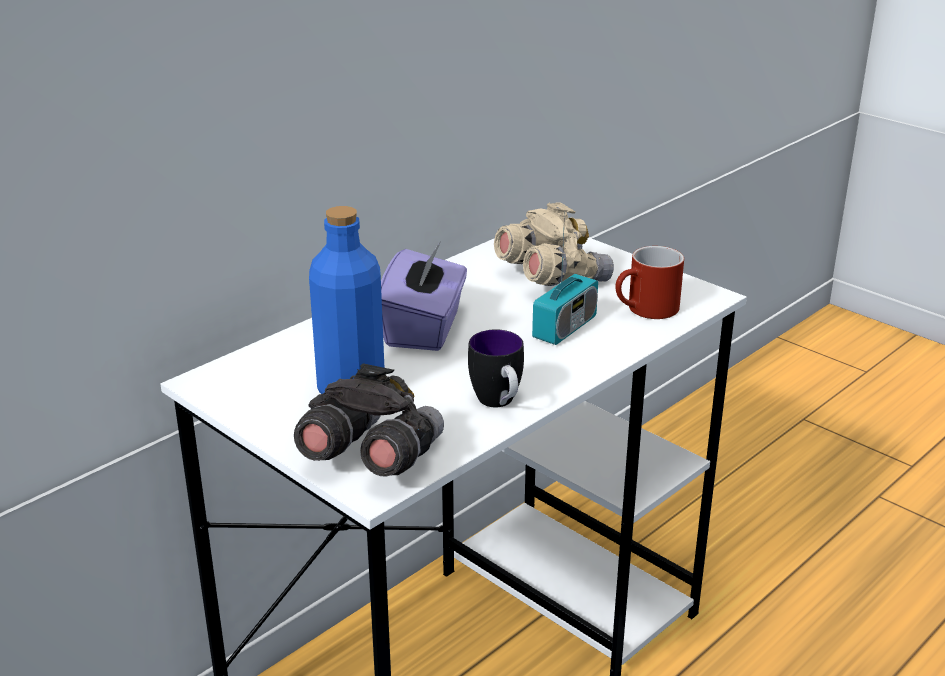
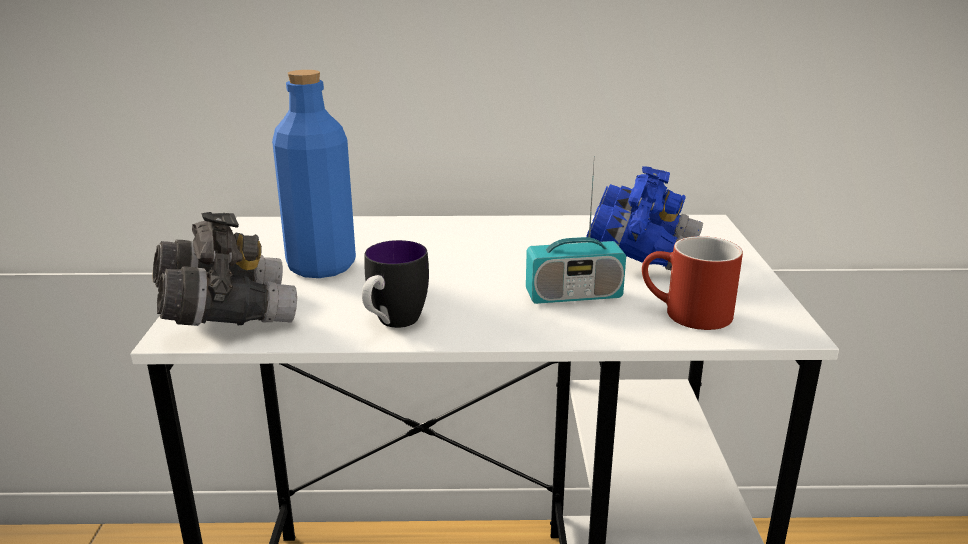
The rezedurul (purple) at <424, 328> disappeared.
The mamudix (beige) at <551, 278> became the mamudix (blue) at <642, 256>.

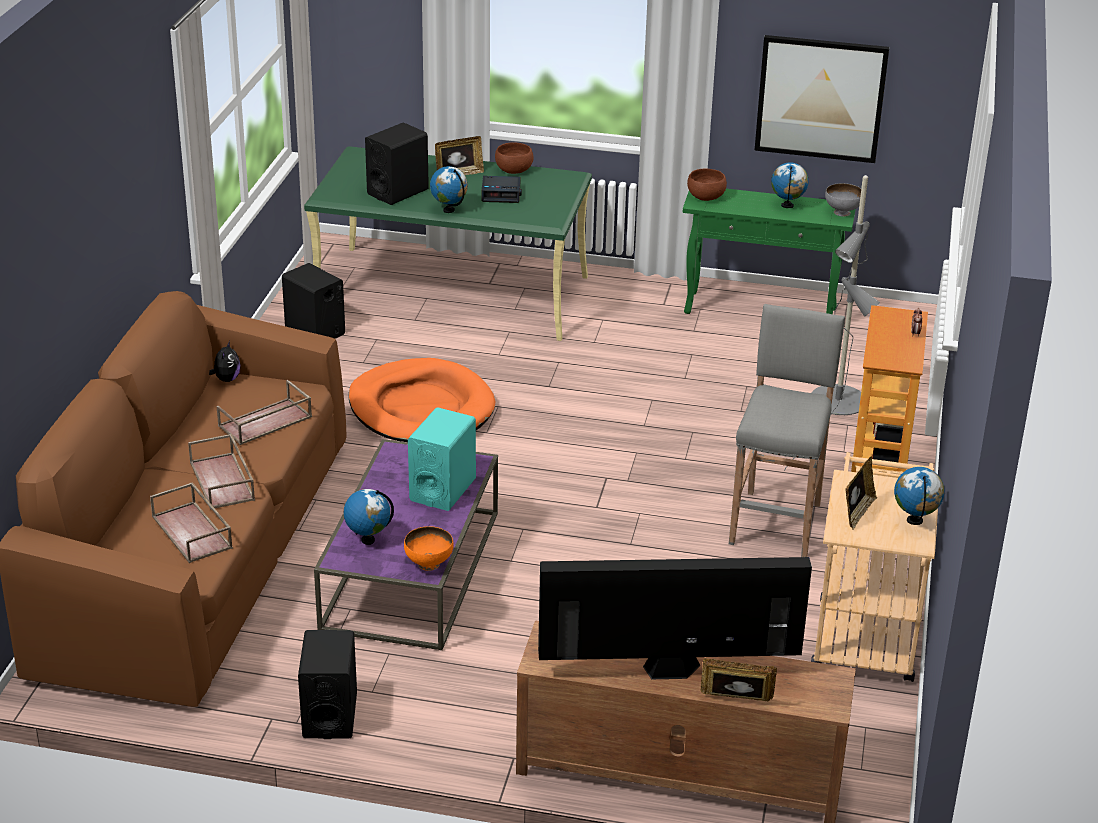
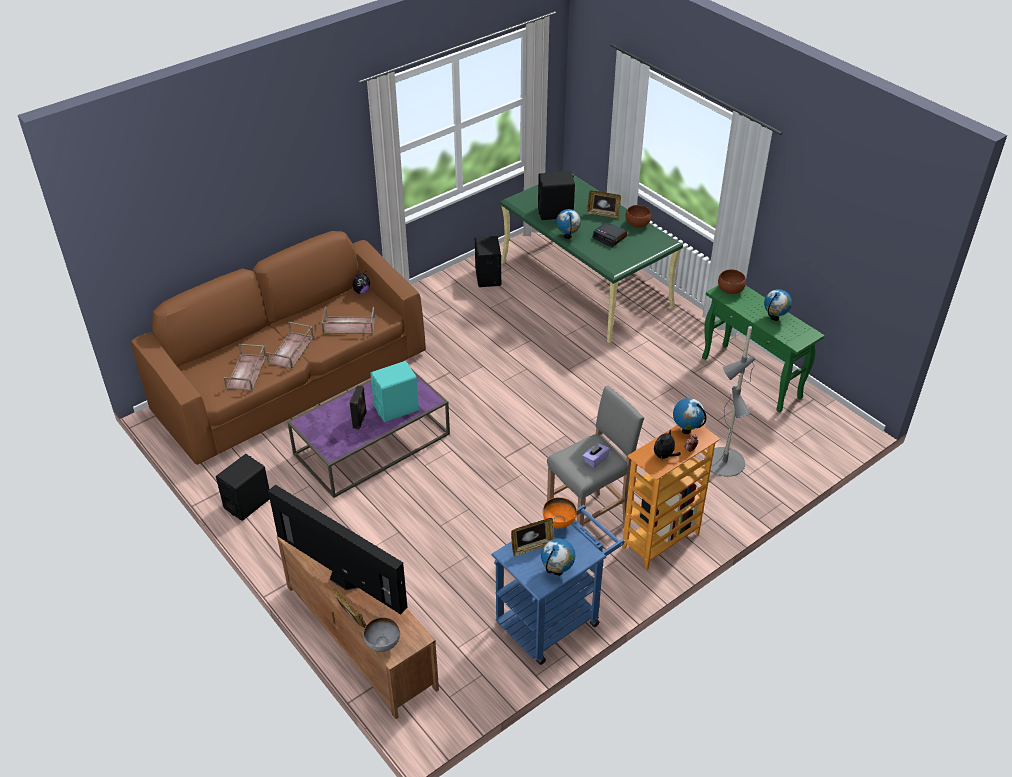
The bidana moved from <368, 540> to <686, 430>.
The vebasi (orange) at <421, 408> disappeared.
The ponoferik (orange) moved from <428, 564> to <558, 523>.
The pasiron at <820, 98> disappeared.
The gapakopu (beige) at <866, 631> became the gapakopu (blue) at <554, 618>.
The ponoferik (grey) moved from <842, 212> to <383, 645>.
The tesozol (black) at <360, 420> appeared.
The rezedurul (purple) at <595, 460> appeared.
The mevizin at <664, 456> appeared.

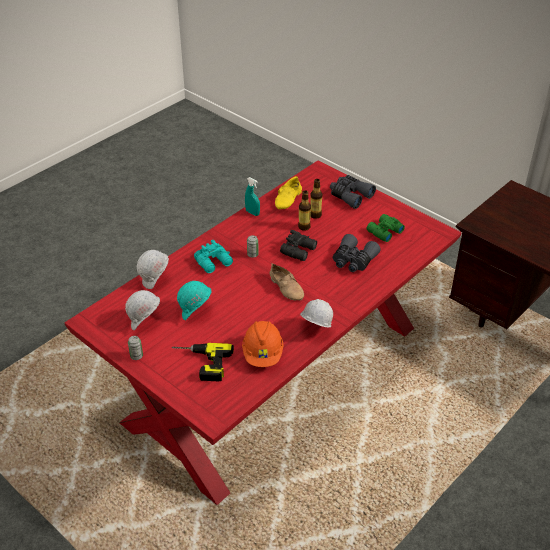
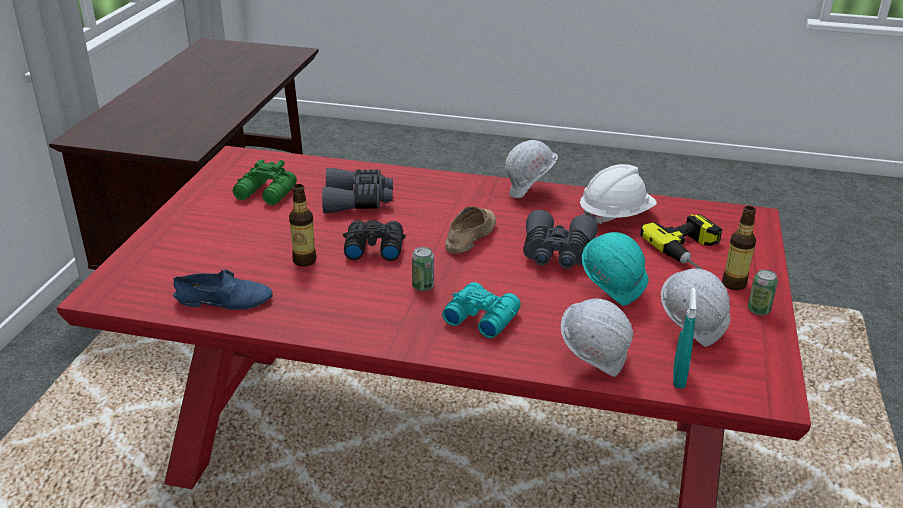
The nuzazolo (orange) at <263, 354> became the nuzazolo (white) at <615, 216>.
The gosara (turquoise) moved from <252, 213> to <679, 378>.
The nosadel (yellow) at <289, 199> became the nosadel (blue) at <224, 299>.
The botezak moved from <315, 215> to <733, 284>.
The mamudix (grey) moved from <350, 195> to <557, 253>.

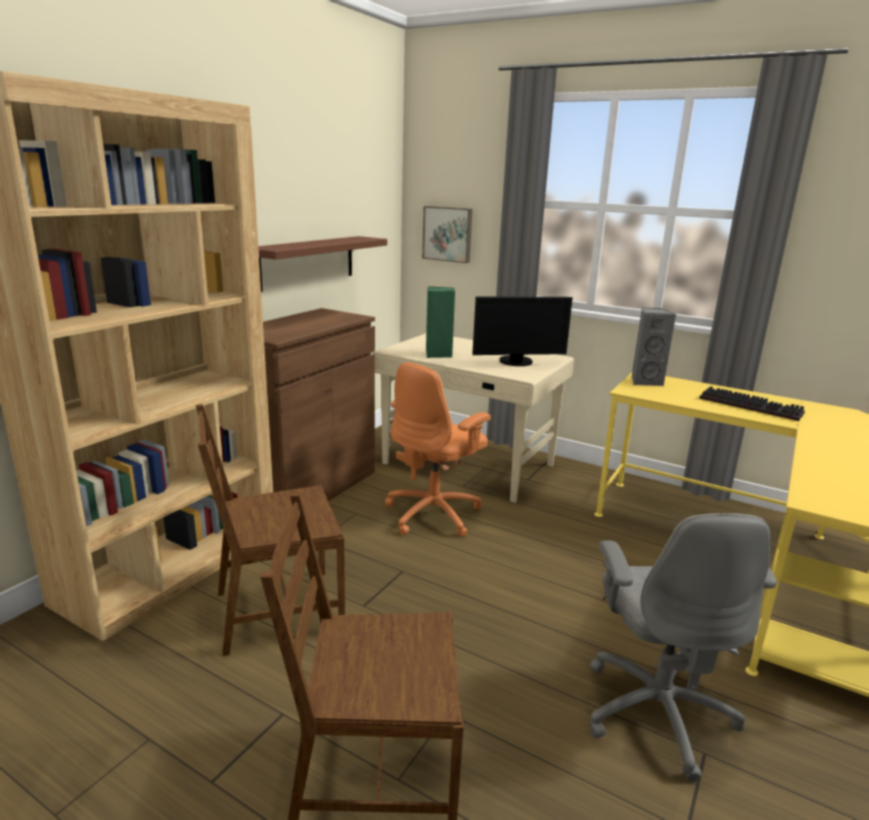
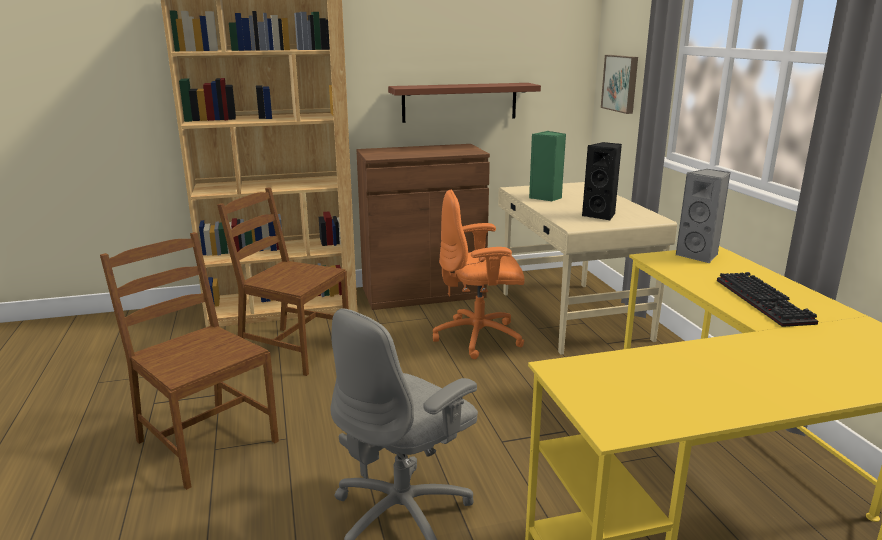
The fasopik at <517, 362> was replaced by the tesozol (black) at <601, 215>.

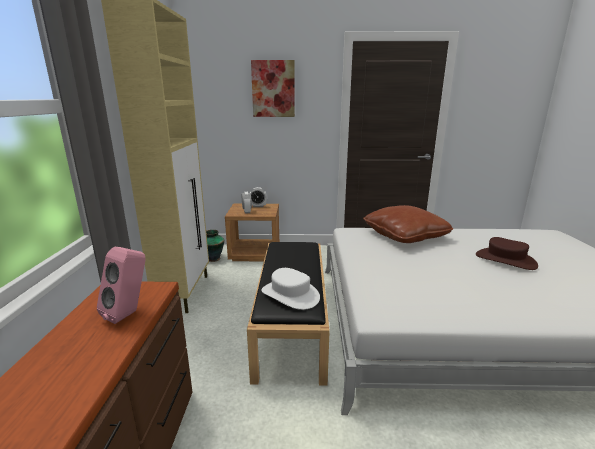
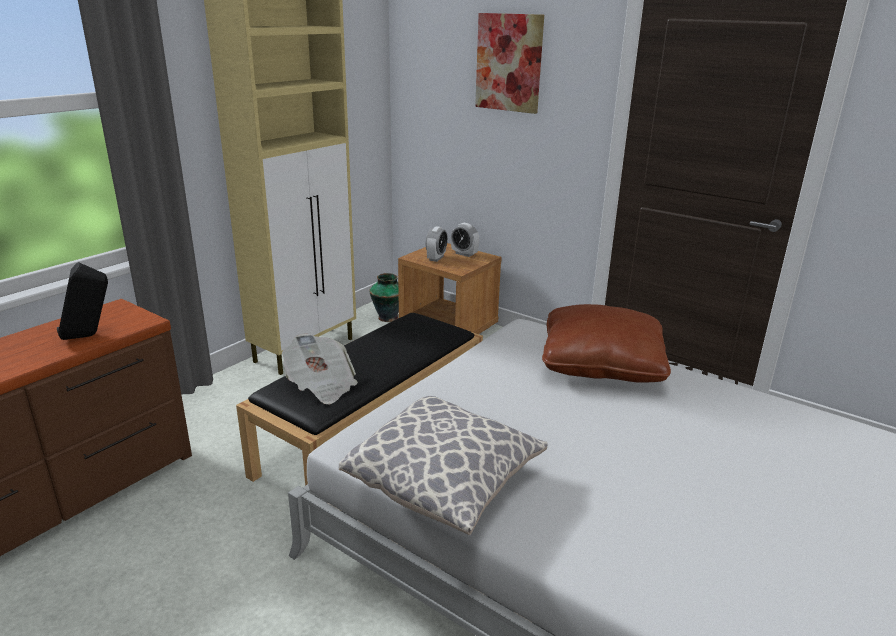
The tesozol (pink) at <129, 313> became the tesozol (black) at <89, 336>.
The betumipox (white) at <290, 294> was replaced by the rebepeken at <321, 385>.
The betumipox (brown) at <505, 260> disappeared.
The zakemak at <445, 482> appeared.

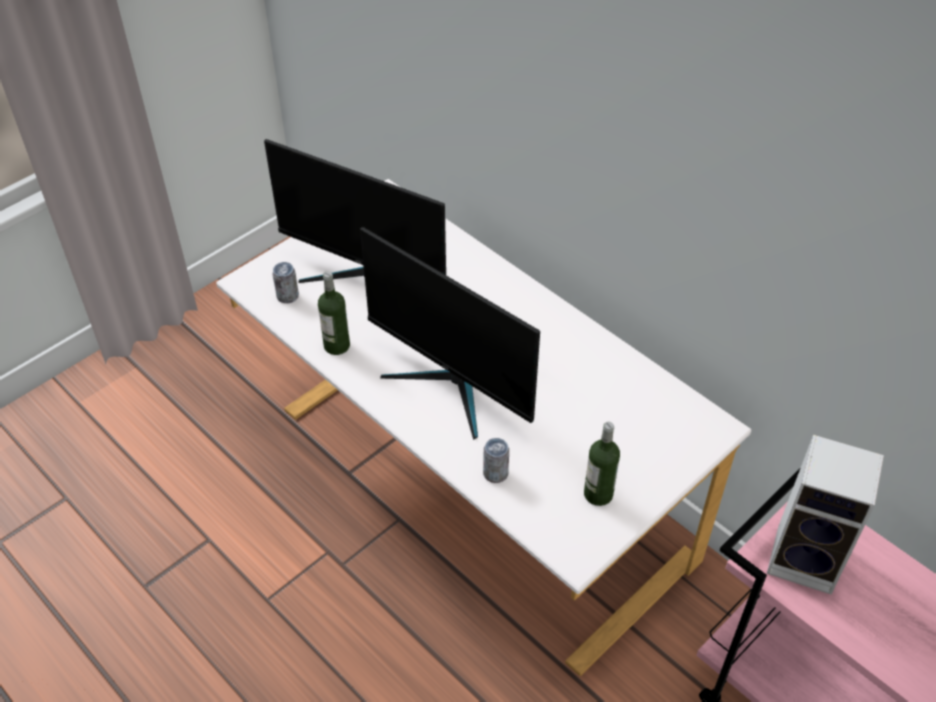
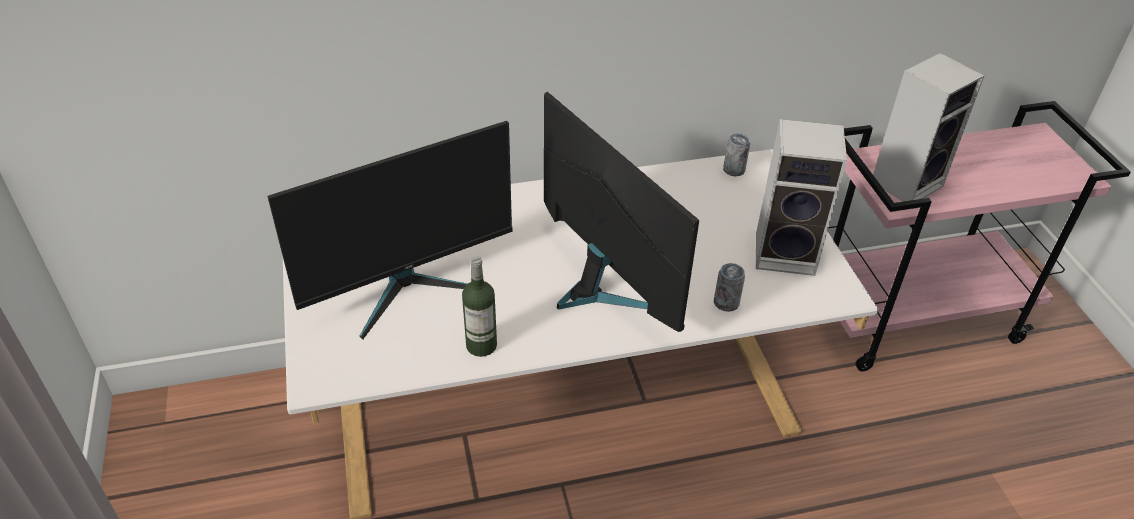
The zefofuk moved from <287, 296> to <734, 170>.
The fasopik at <452, 385> turned 105 degrees counterclockwise.
The botezak at <598, 494> was replaced by the tesozol at <787, 253>.

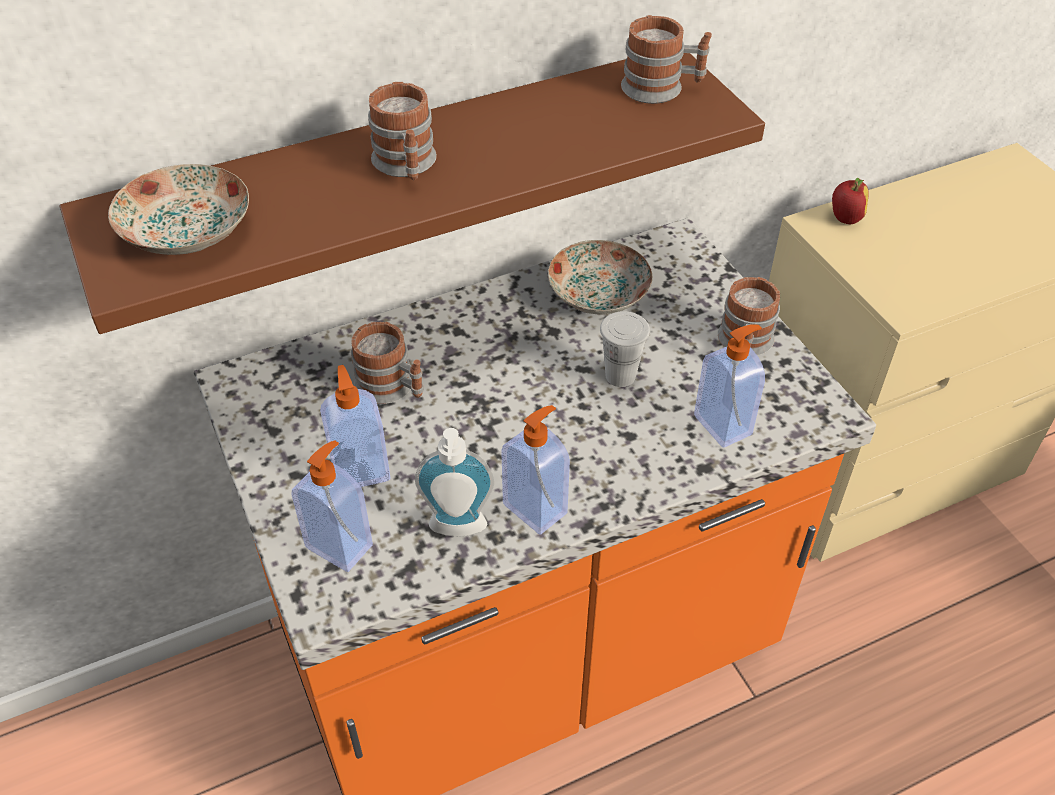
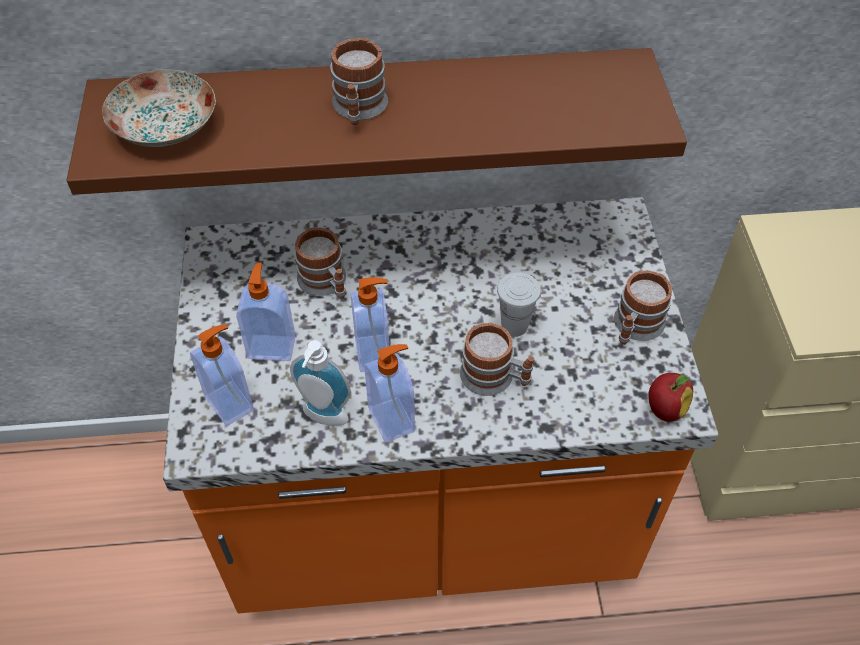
The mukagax at <599, 294> disappeared.
The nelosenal moved from <662, 88> to <495, 378>.
The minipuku moved from <724, 424> to <374, 353>.
The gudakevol moved from <845, 219> to <664, 410>.

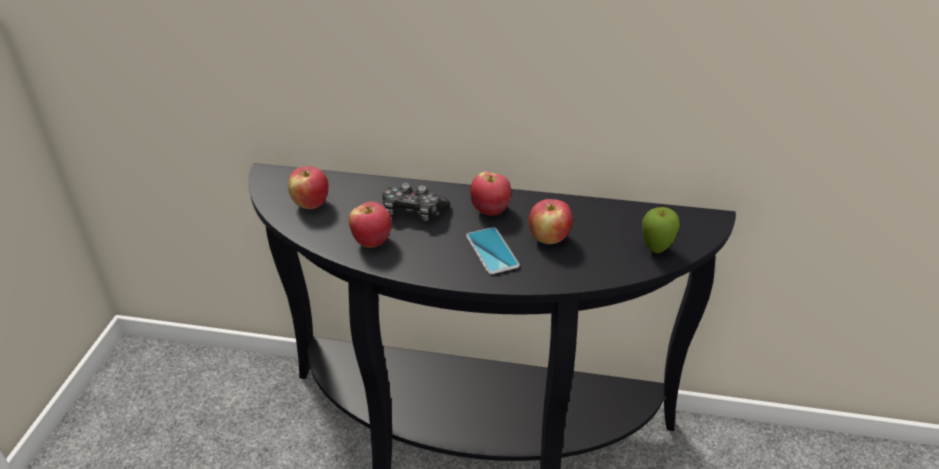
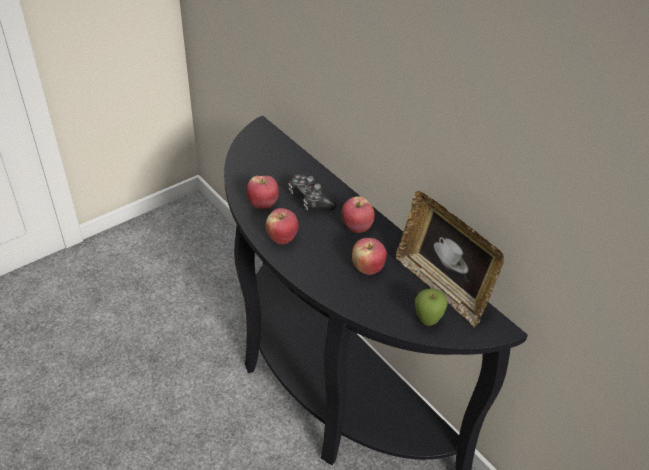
The gudakevol moved from <311, 204> to <282, 238>.
The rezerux at <492, 251> disappeared.
The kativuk at <442, 287> appeared.

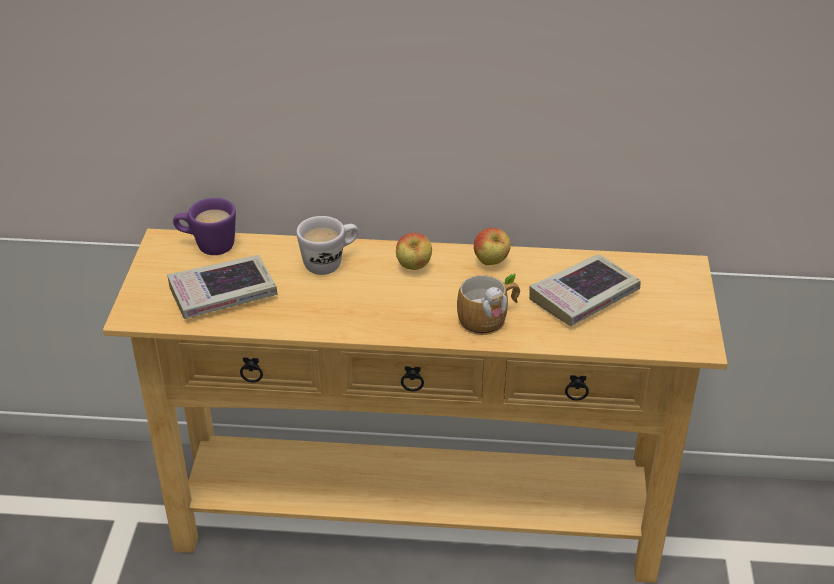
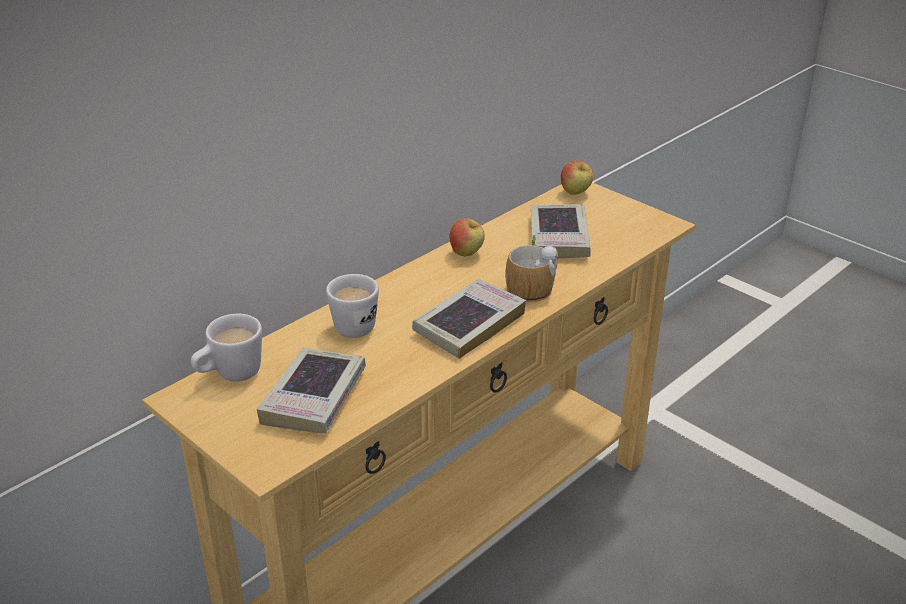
The nelosenal (purple) at <207, 246> became the nelosenal (white) at <230, 375>.
The gudakevol moved from <414, 268> to <575, 193>.
The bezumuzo at <469, 324> appeared.

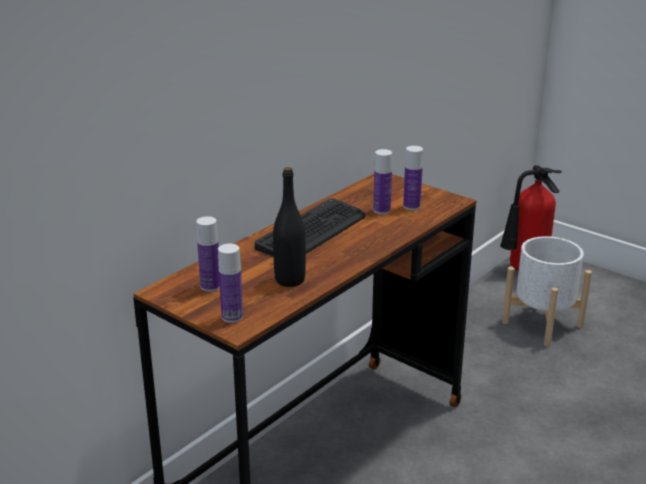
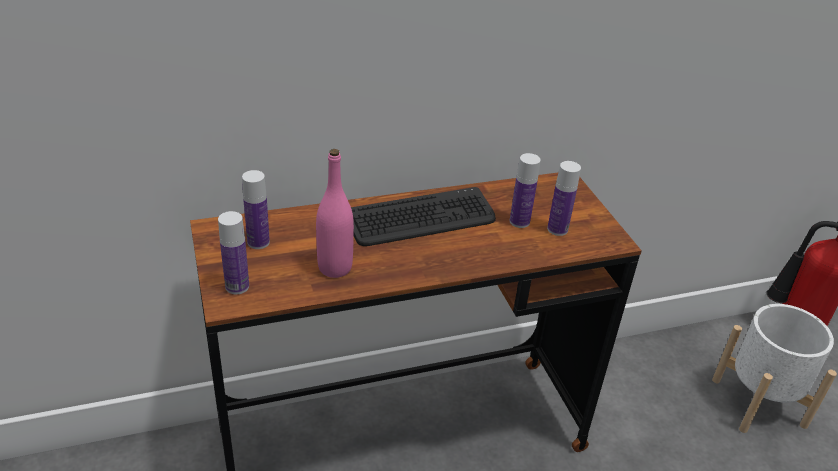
The botezak (black) at <290, 280> became the botezak (pink) at <335, 268>.

